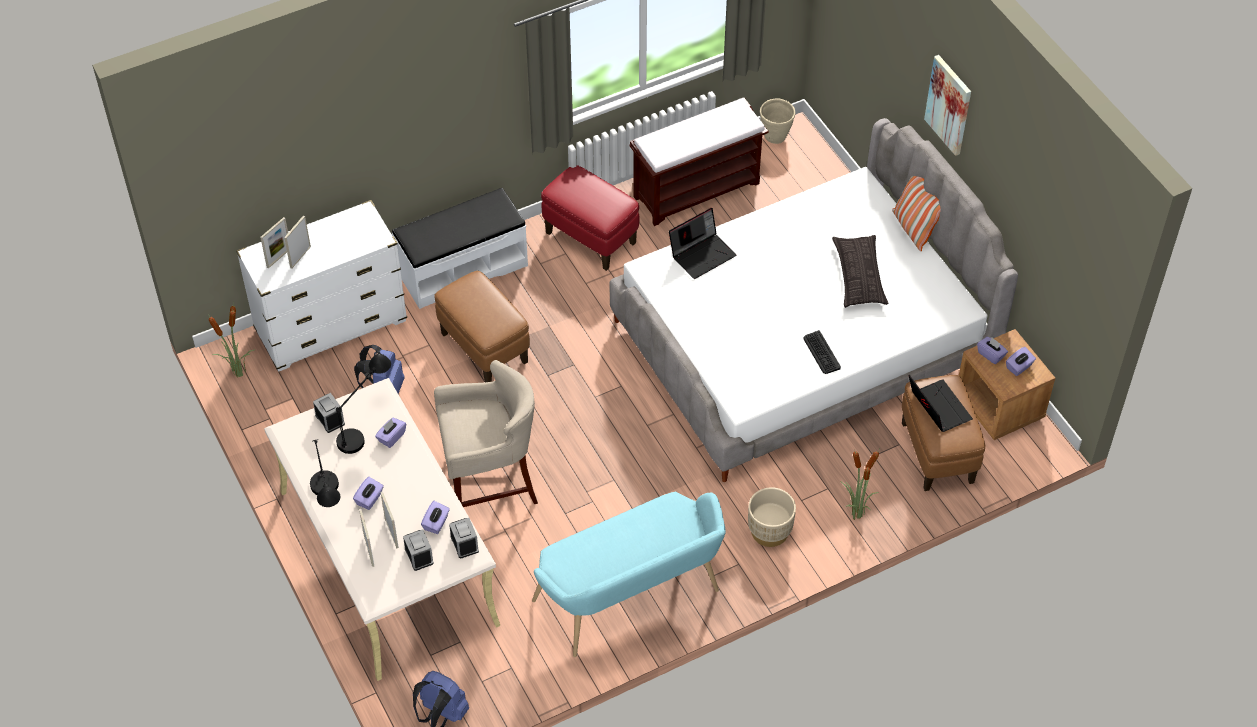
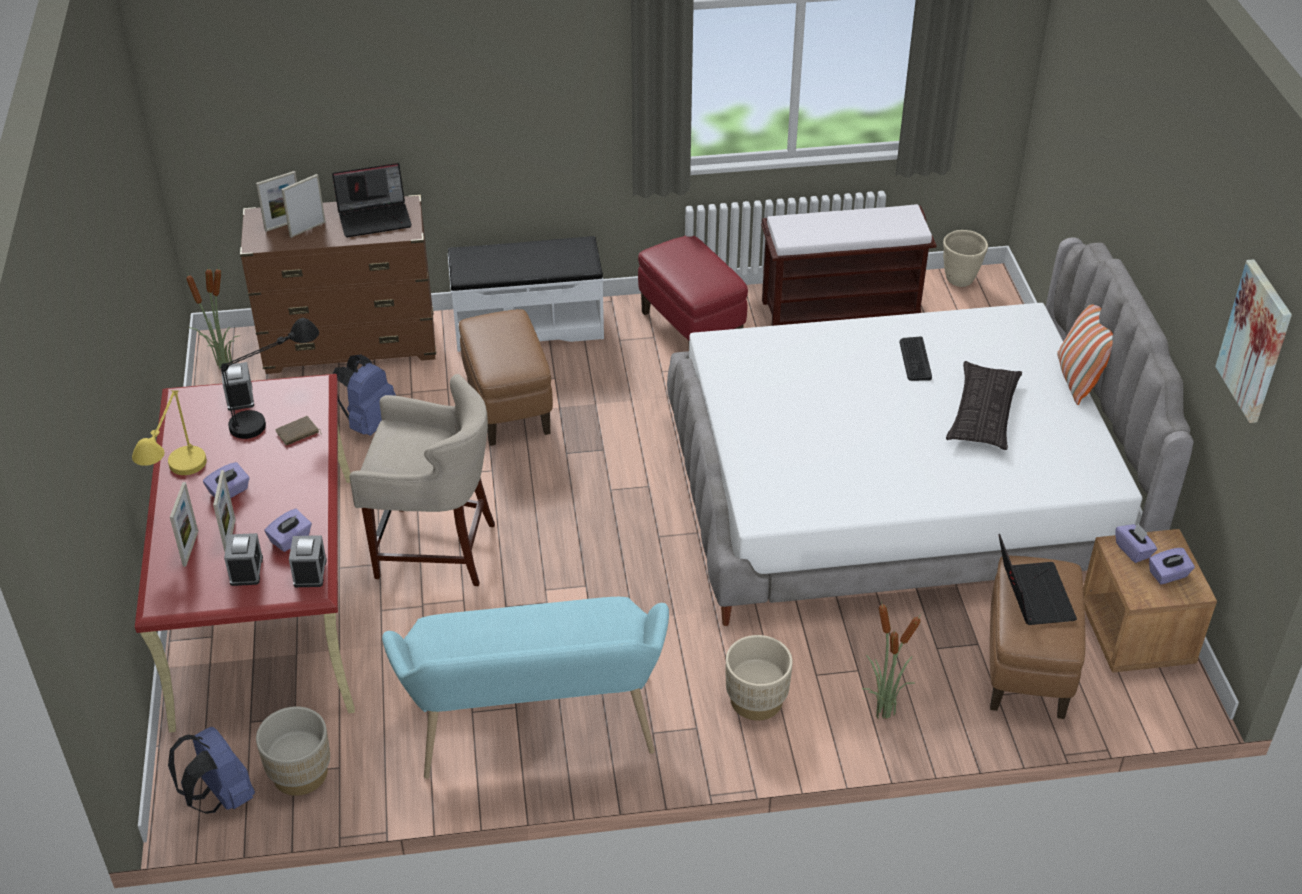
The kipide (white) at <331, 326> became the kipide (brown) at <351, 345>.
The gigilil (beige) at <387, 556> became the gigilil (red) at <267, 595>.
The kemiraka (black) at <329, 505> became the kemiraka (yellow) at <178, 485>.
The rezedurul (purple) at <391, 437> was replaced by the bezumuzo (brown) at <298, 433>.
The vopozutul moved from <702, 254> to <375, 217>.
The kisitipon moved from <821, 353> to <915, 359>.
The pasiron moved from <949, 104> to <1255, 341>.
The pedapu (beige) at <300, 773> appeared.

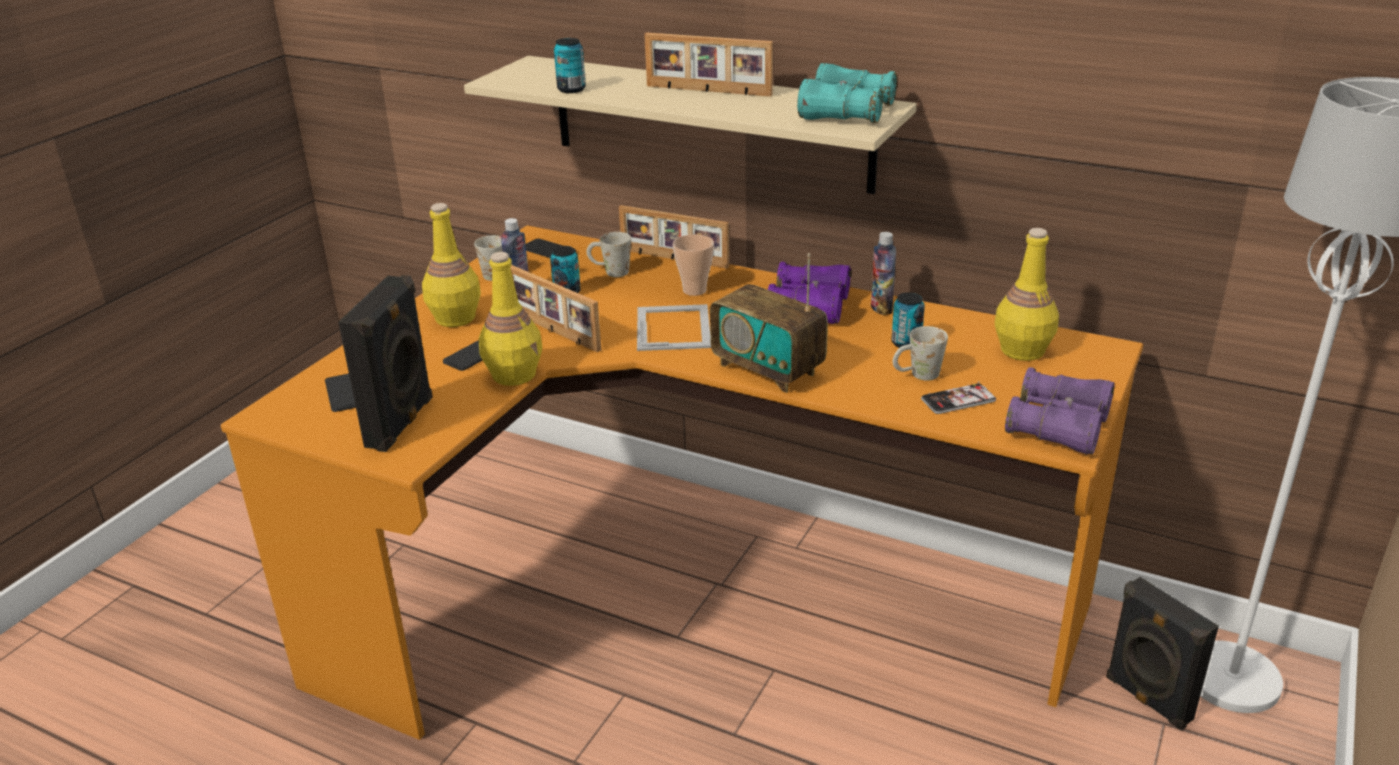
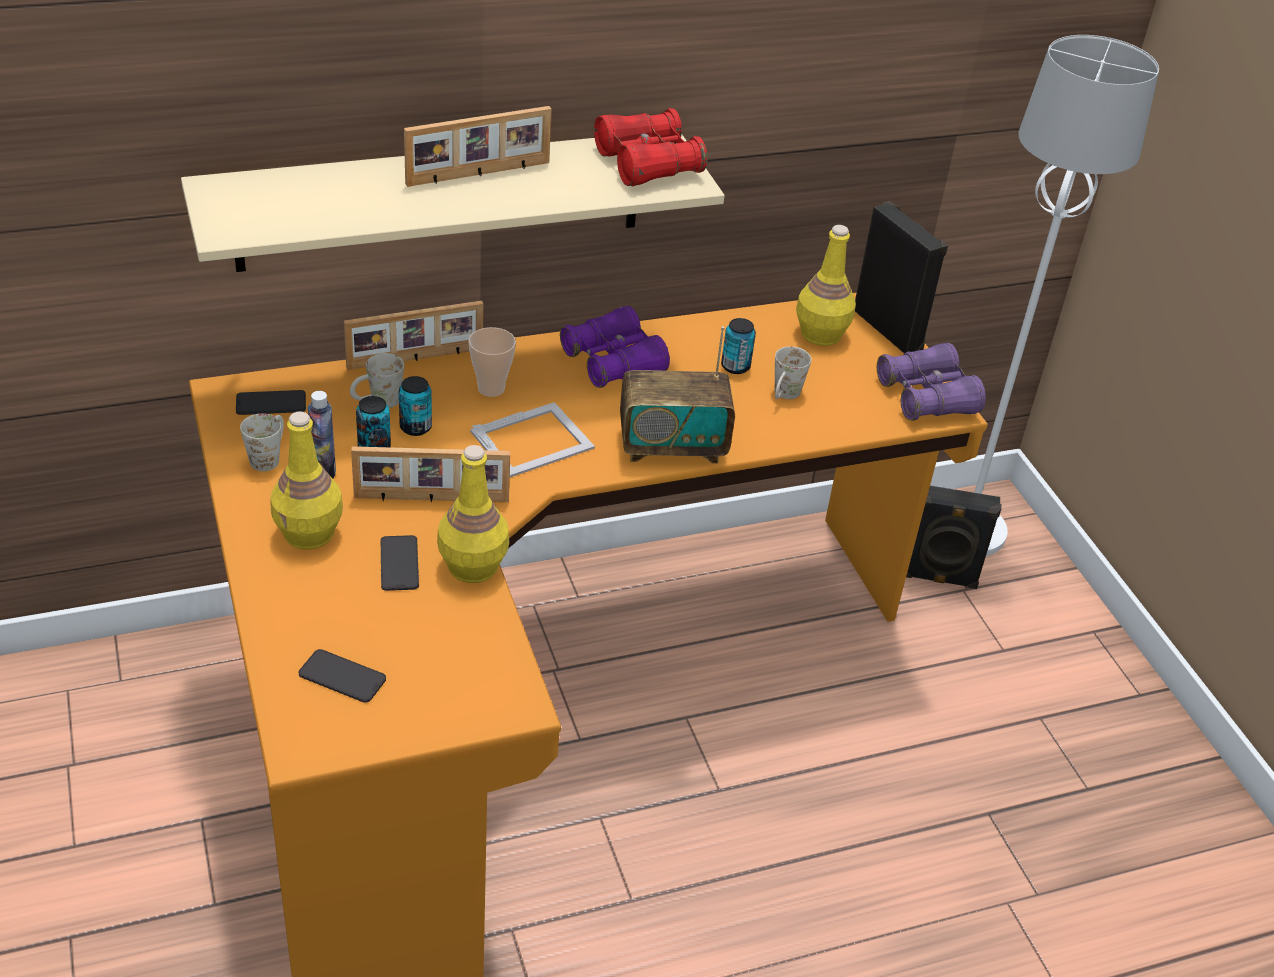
The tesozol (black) moved from <402, 423> to <890, 329>.
The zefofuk moved from <571, 89> to <415, 427>.
The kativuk at <674, 327> turned 105 degrees clockwise.
The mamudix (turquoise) at <846, 112> became the mamudix (red) at <647, 164>.
The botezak at <881, 308> disappeared.
The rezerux at <958, 400> disappeared.

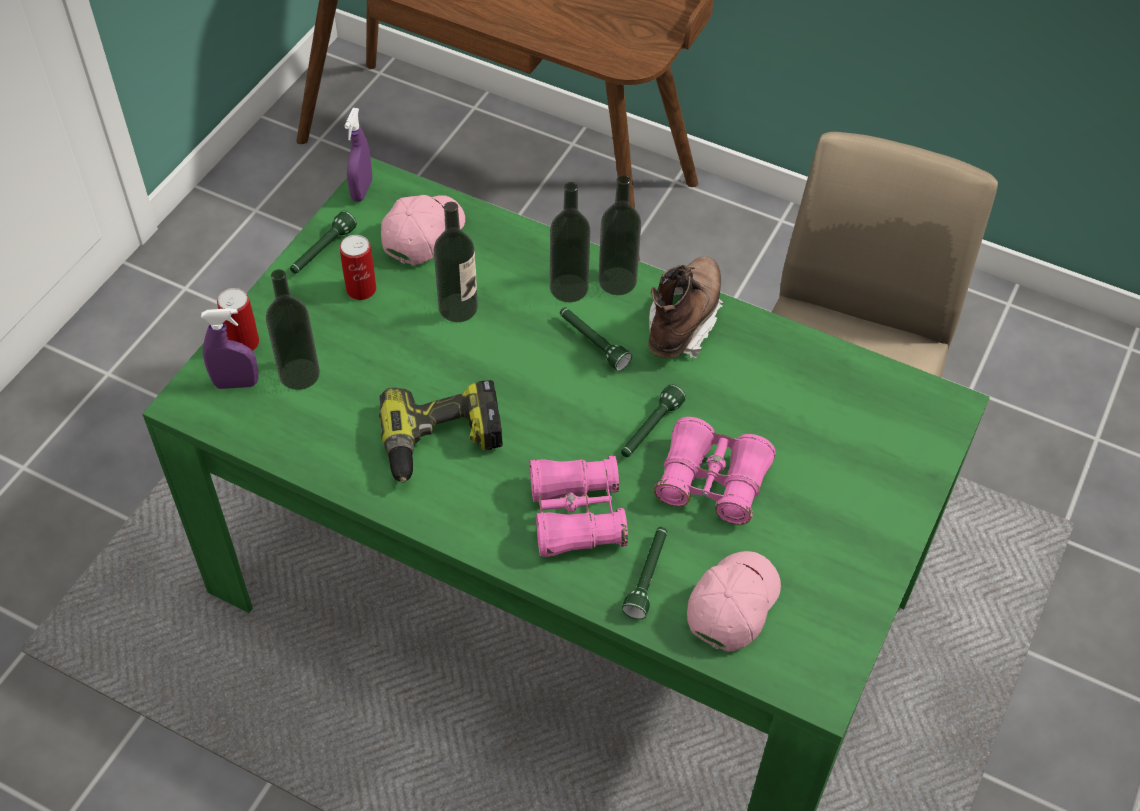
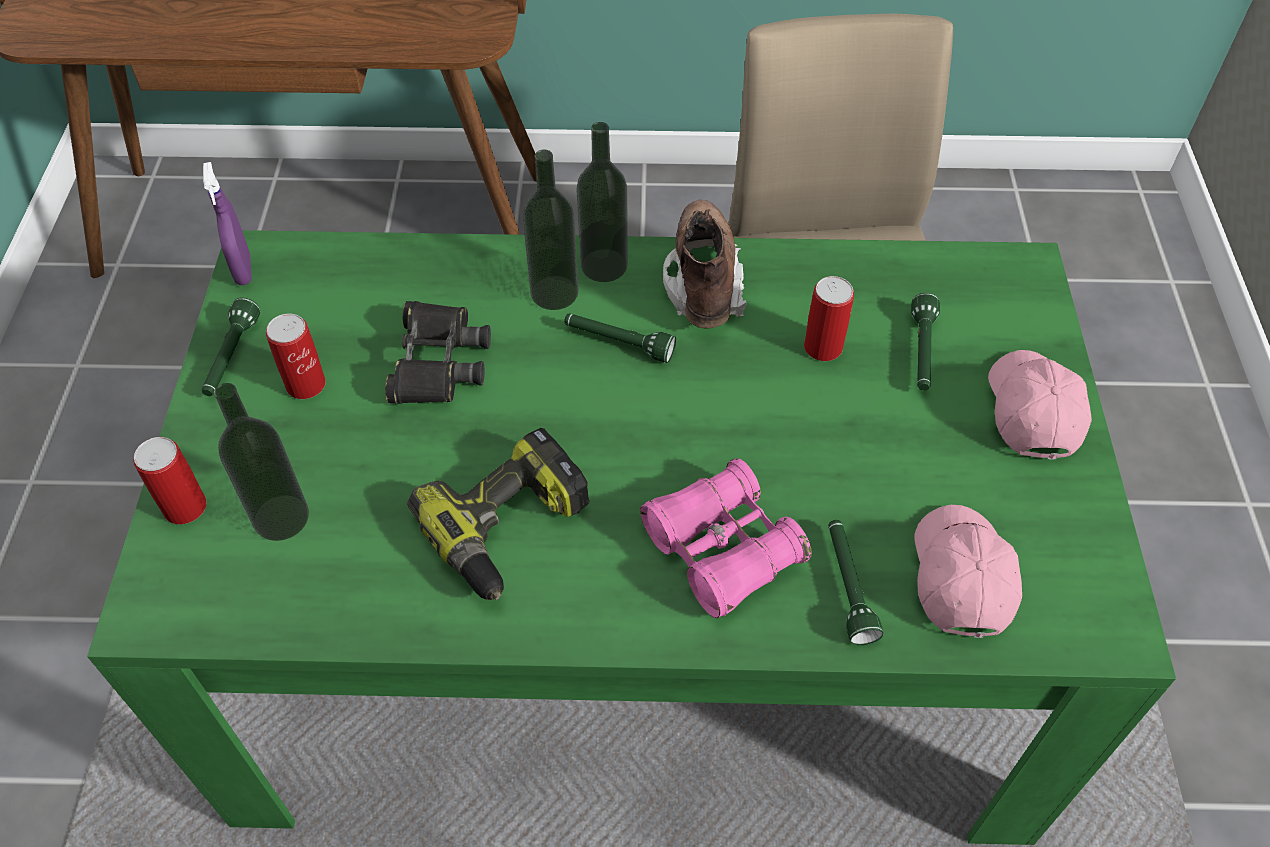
The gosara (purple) at <236, 383> disappeared.
The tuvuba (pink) moved from <422, 234> to <1031, 410>.
The botezak at <458, 307> was replaced by the mamudix (black) at <437, 362>.
The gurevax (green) moved from <650, 430> to <921, 352>.
The mamudix (pink) at <712, 482> disappeared.
The zefofuk at <823, 347> appeared.

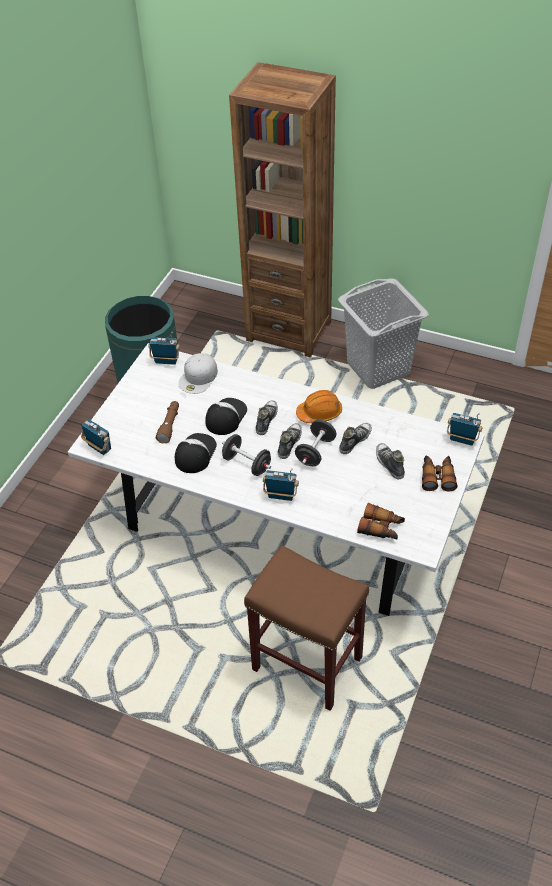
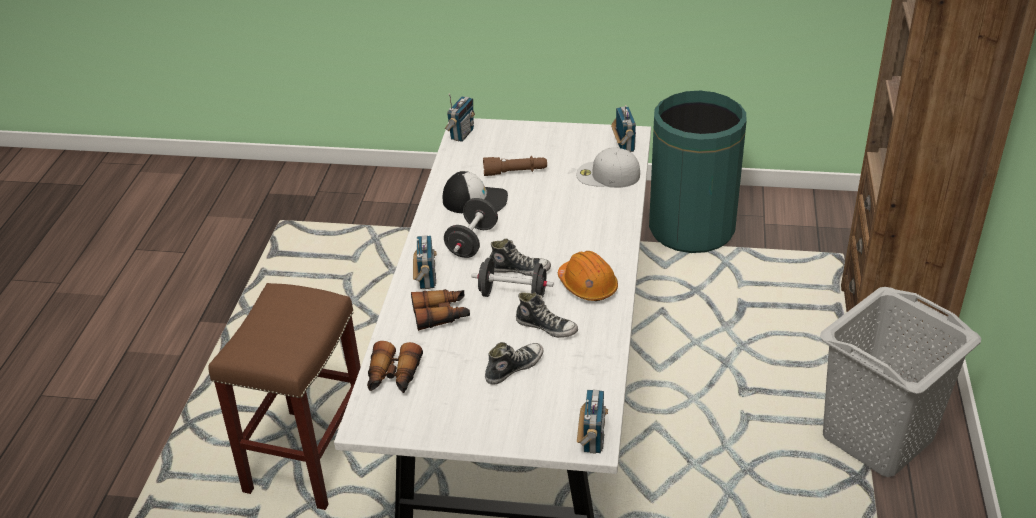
The tuvuba at <225, 417> disappeared.
The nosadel at <266, 420> disappeared.
The mamudix moved from <437, 476> to <441, 315>.

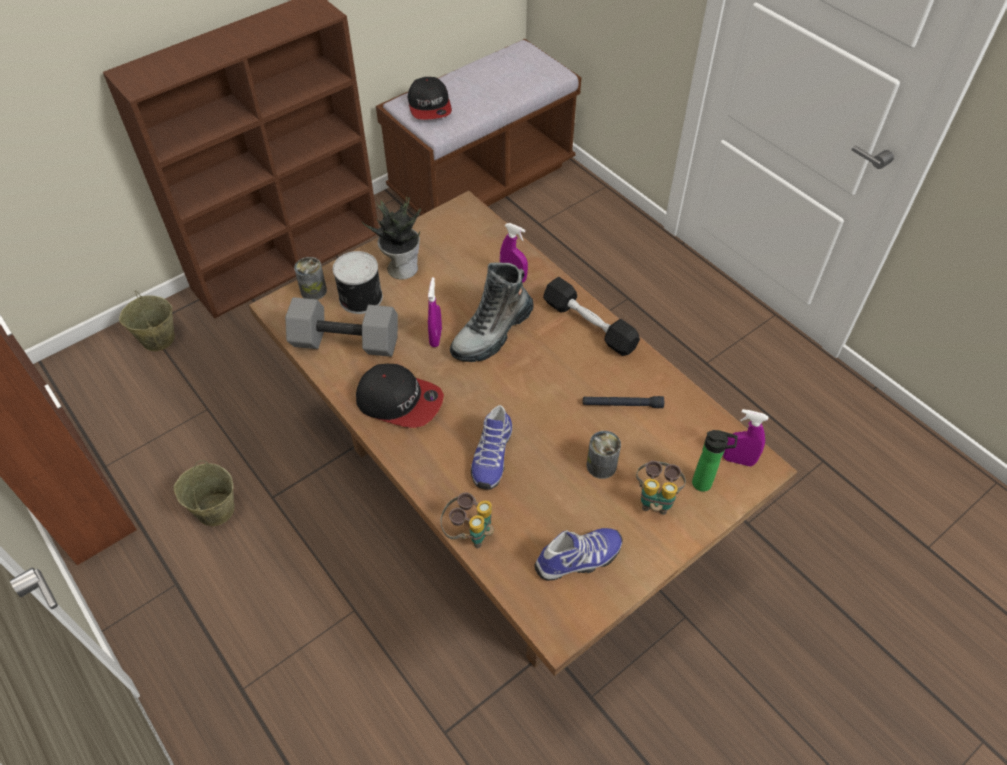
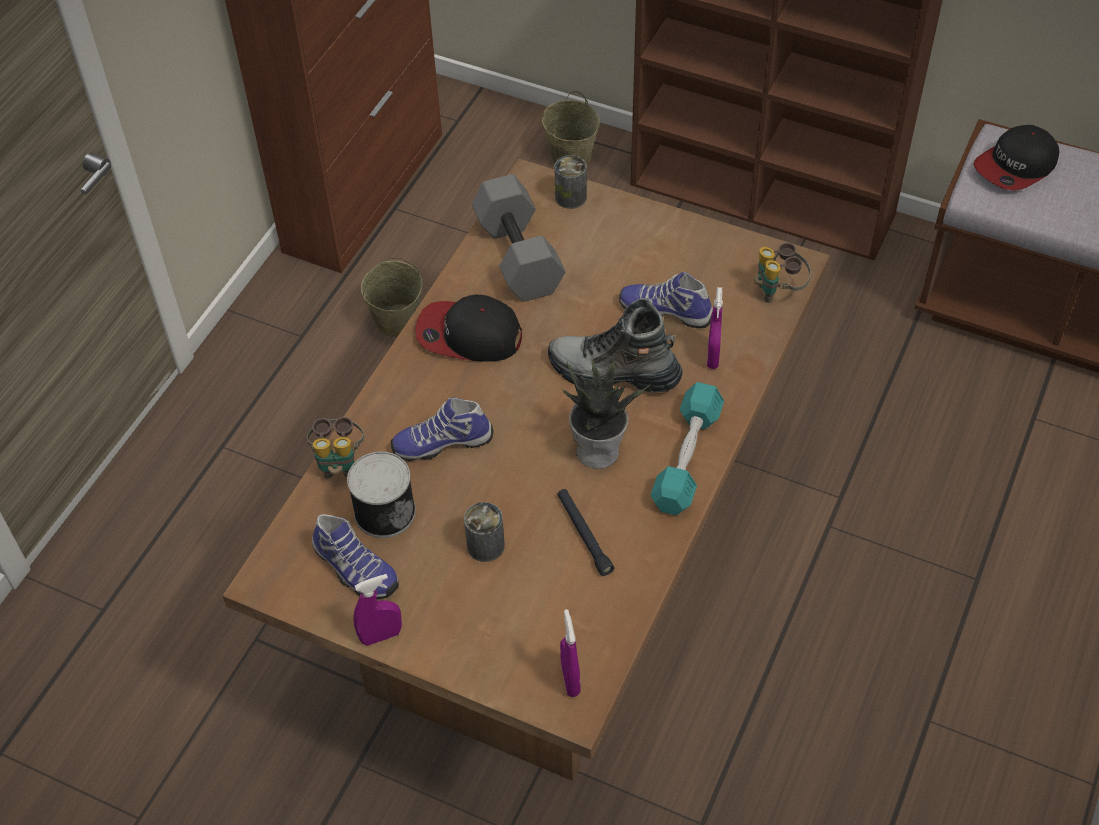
The zefofuk moved from <359, 298> to <384, 511>.
The tuvuba at <400, 401> turned 105 degrees clockwise.
The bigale moved from <402, 267> to <598, 449>.
The gosara (purple) moved from <436, 337> to <381, 636>.
The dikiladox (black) at <589, 325> became the dikiladox (turquoise) at <687, 458>.
The mamudix moved from <656, 498> to <778, 290>.
The botezak at <705, 484> disappeared.
The nosadel at <666, 310> appeared.

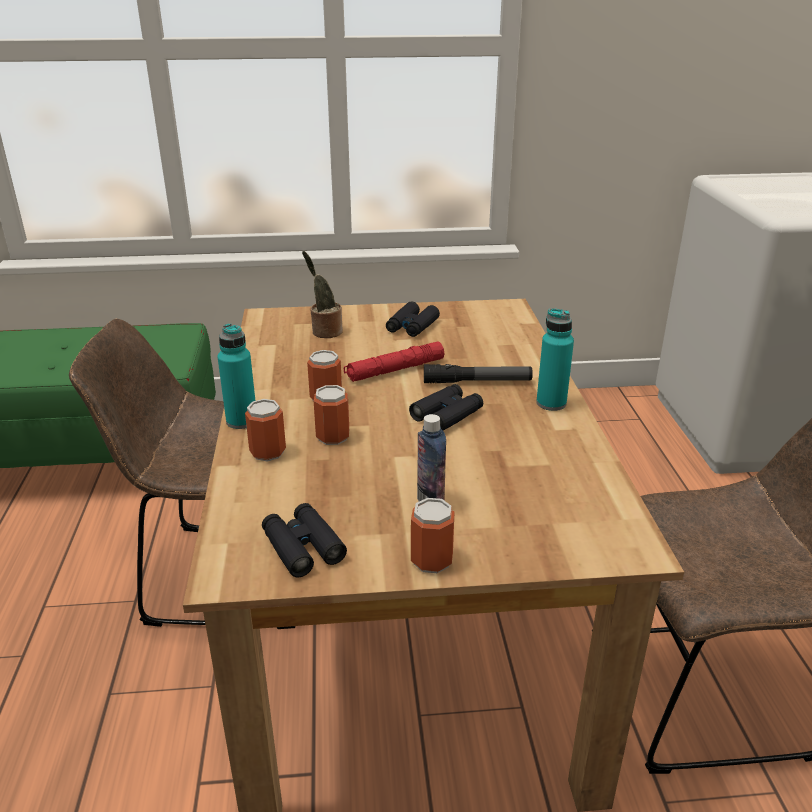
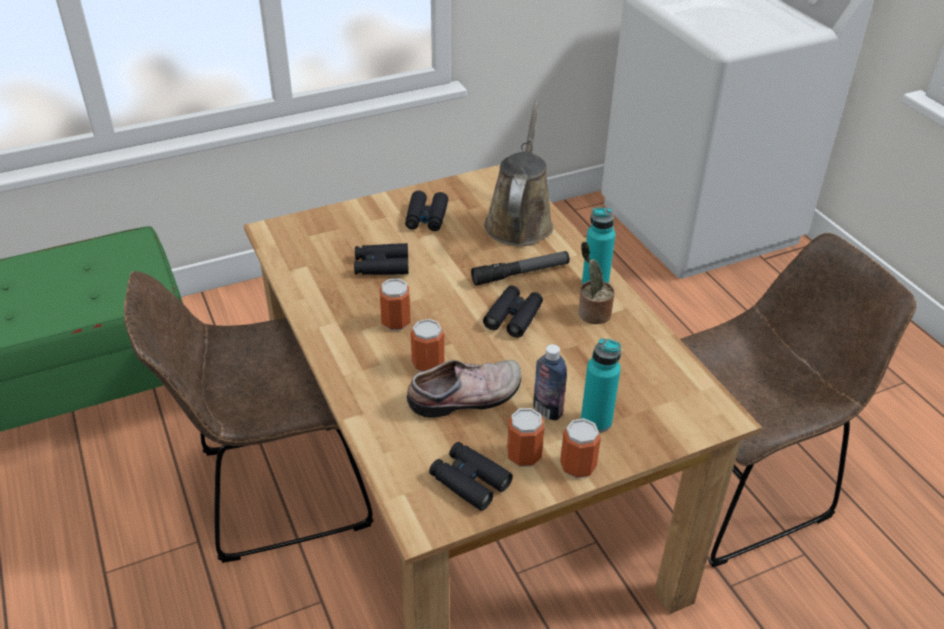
The botezak (turquoise) moved from <242, 421> to <596, 421>.
The zefofuk moved from <268, 452> to <524, 455>.
The bigale moved from <325, 331> to <592, 313>.
The gurevax (red) at <395, 370> disappeared.
The mamudix (black) at <381, 266> appeared.
The nosadel at <467, 398> appeared.
The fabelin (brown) at <519, 221> appeared.

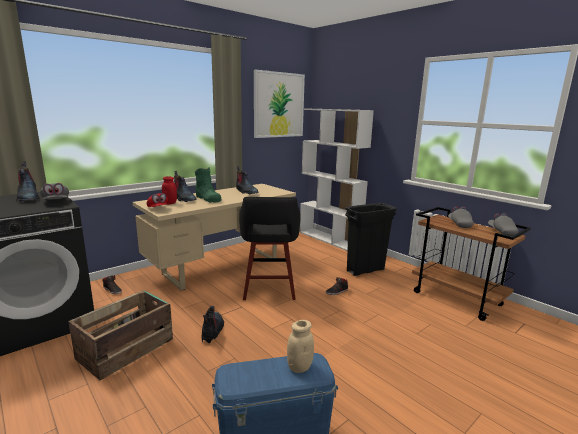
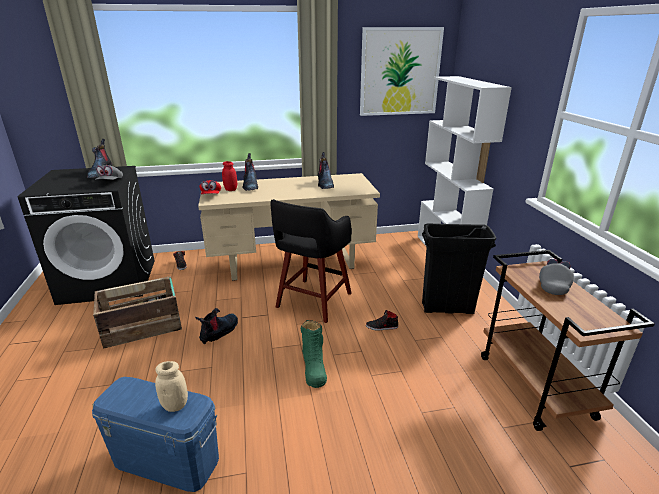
The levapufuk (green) moved from <208, 198> to <314, 368>.
The tuvuba (grey) at <501, 232> disappeared.

